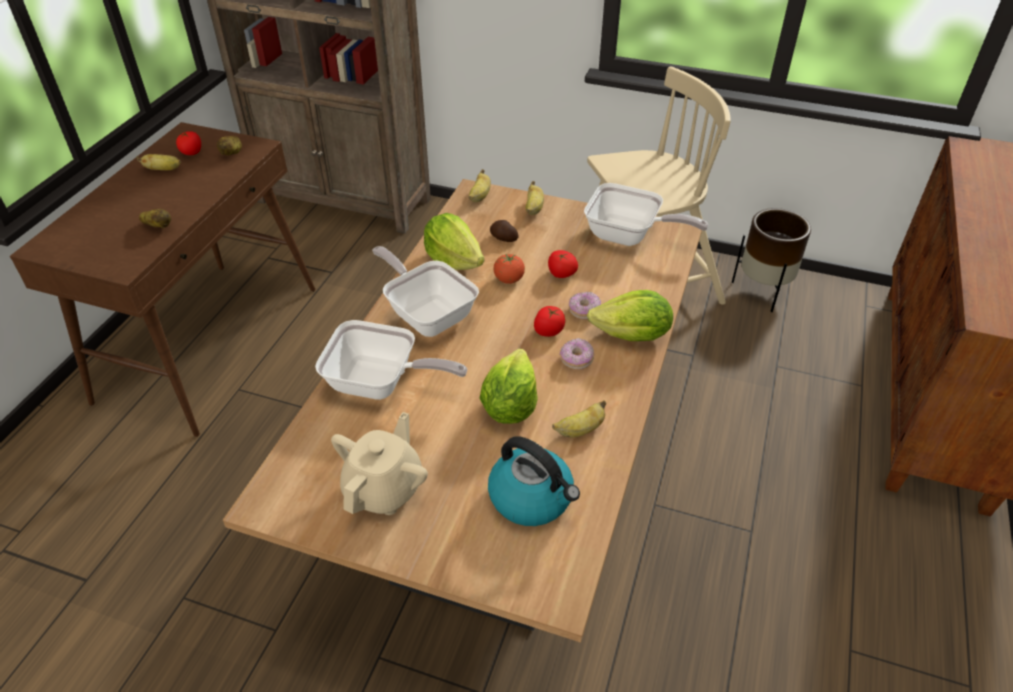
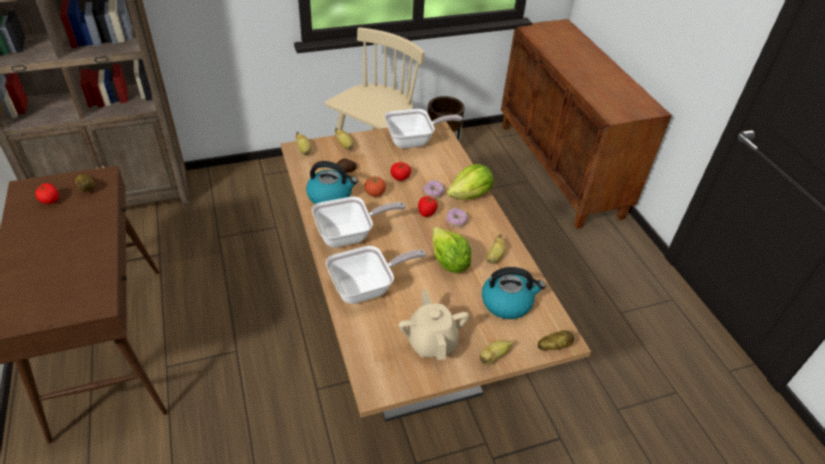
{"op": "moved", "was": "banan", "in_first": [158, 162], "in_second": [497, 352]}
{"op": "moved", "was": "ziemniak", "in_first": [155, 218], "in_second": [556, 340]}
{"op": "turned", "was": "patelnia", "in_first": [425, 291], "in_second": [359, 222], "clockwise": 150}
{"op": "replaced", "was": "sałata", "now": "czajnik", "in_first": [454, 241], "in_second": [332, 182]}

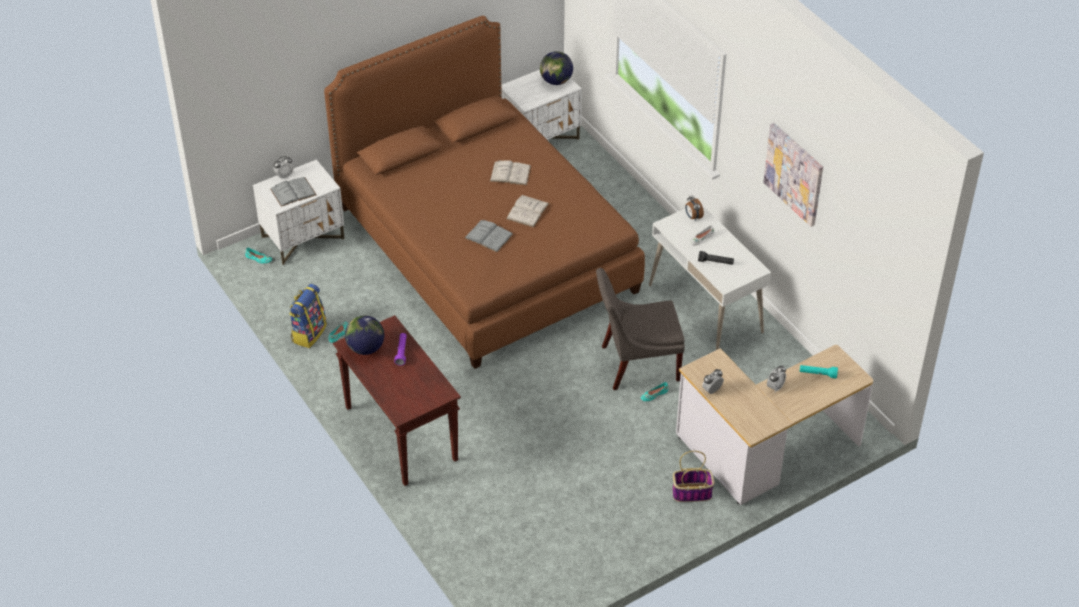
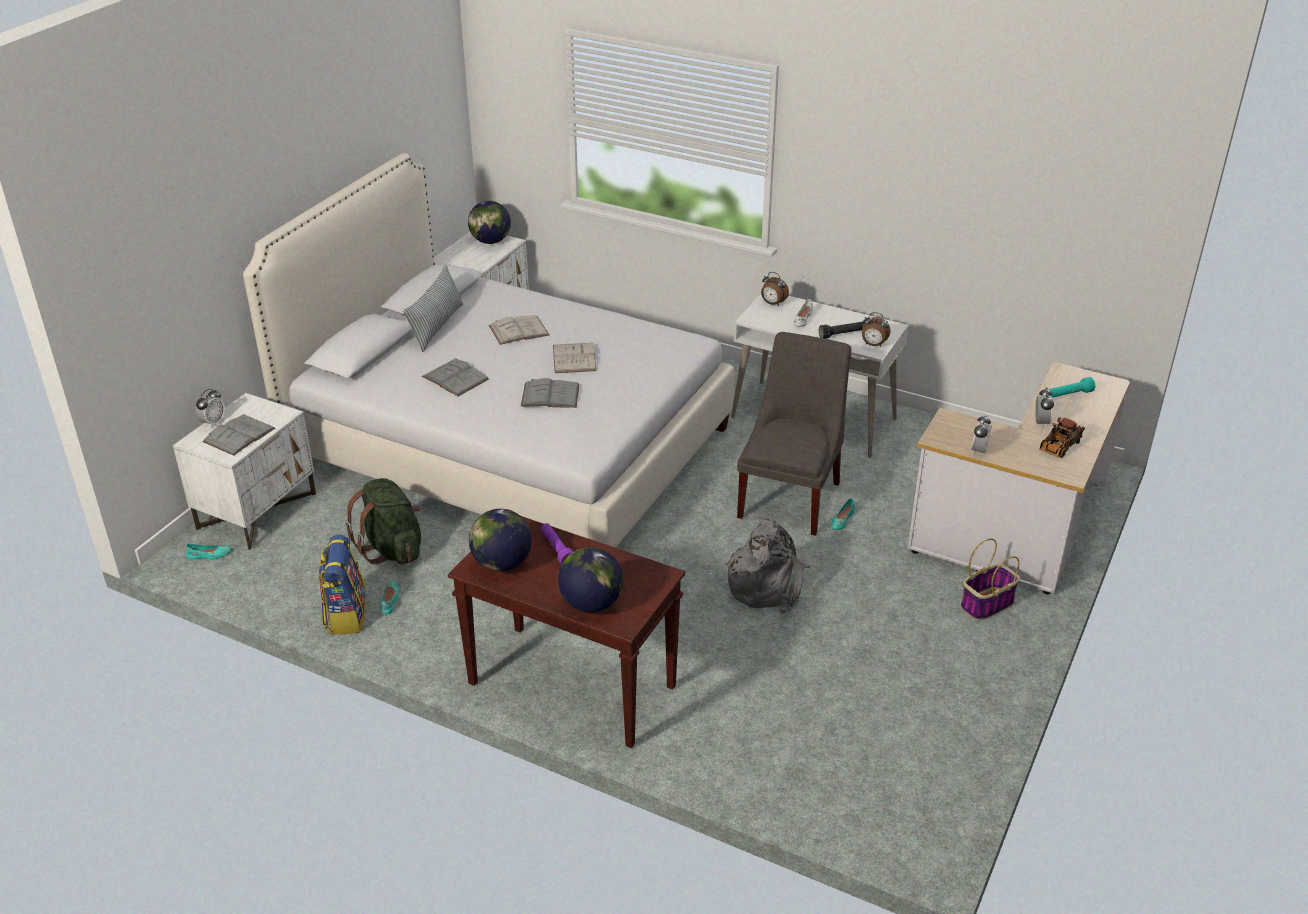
{"op": "recoloured", "was": "łóżko (brązowy)", "now": "łóżko (biały)", "in_first": [484, 192], "in_second": [488, 350]}
{"op": "turned", "was": "krzesło (szary)", "in_first": [640, 329], "in_second": [794, 434], "clockwise": 150}
{"op": "removed", "was": "obraz", "in_first": [793, 175]}
{"op": "added", "now": "plecak (zielony)", "in_second": [383, 521]}
{"op": "added", "now": "poduszka", "in_second": [433, 308]}
{"op": "added", "now": "książka (szary)", "in_second": [455, 377]}
{"op": "added", "now": "globus", "in_second": [590, 580]}
{"op": "added", "now": "plecak (szary)", "in_second": [768, 566]}
{"op": "added", "now": "budzik", "in_second": [876, 329]}
{"op": "added", "now": "ciężarówka zabawkowa", "in_second": [1062, 437]}

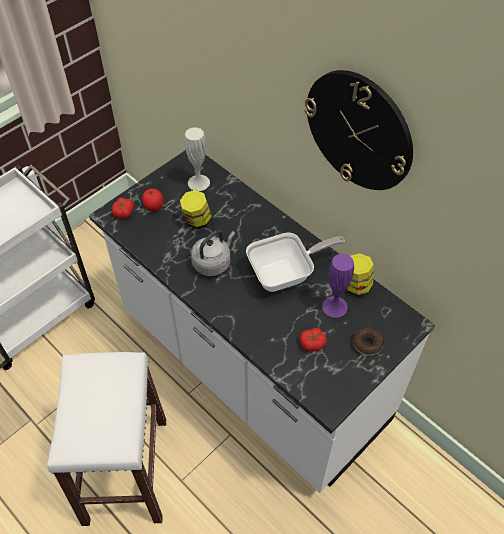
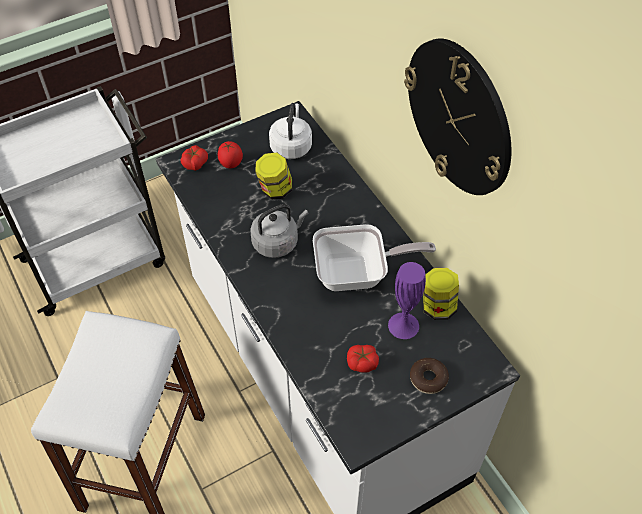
{"op": "replaced", "was": "wazon (biały)", "now": "czajnik (biały)", "in_first": [197, 159], "in_second": [290, 131]}

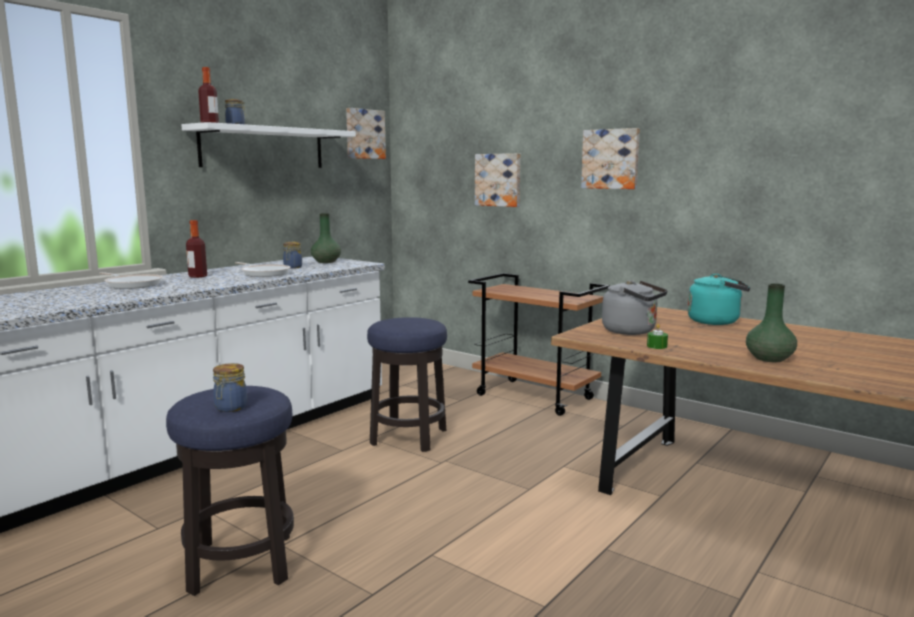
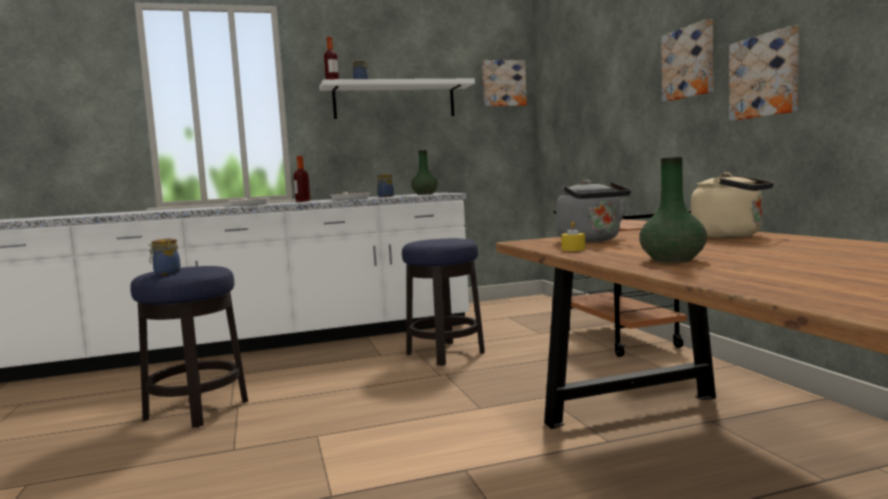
{"op": "moved", "was": "obraz", "in_first": [497, 180], "in_second": [764, 73]}
{"op": "recoloured", "was": "świeca (zielony)", "now": "świeca (żółty)", "in_first": [657, 336], "in_second": [573, 236]}
{"op": "recoloured", "was": "czajnik (turkusowy)", "now": "czajnik (beżowy)", "in_first": [718, 299], "in_second": [732, 205]}

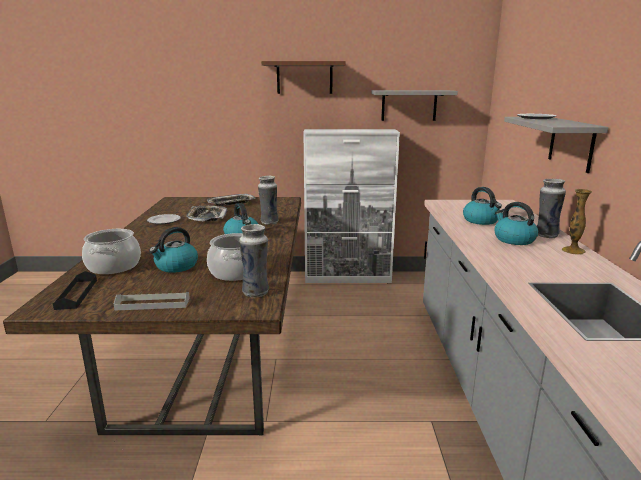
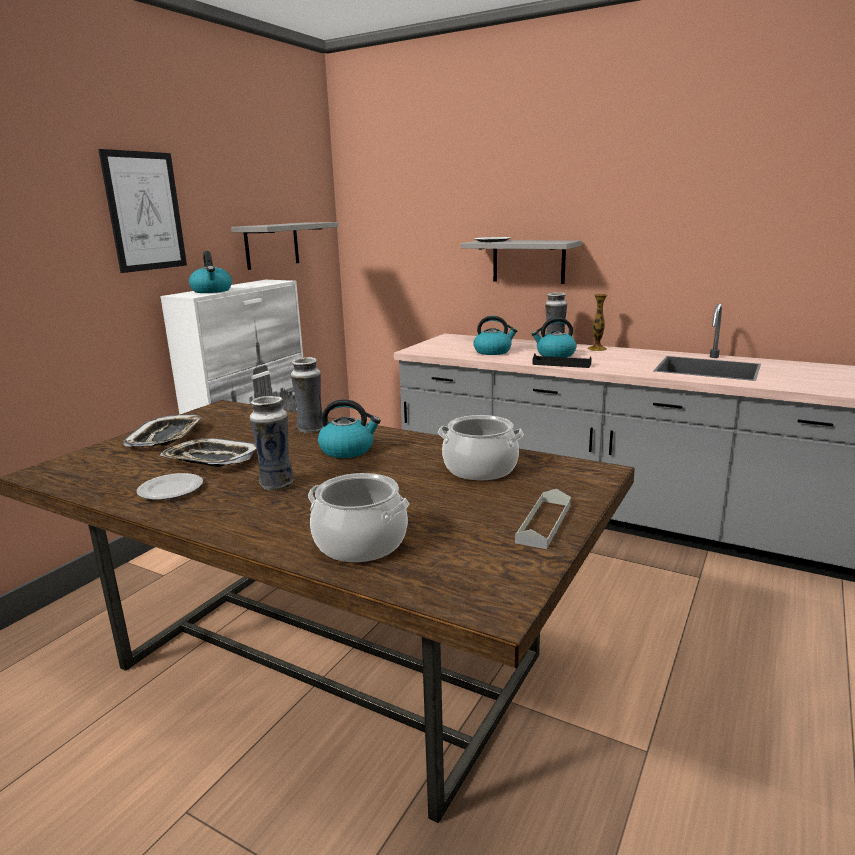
{"op": "moved", "was": "taca (czarny)", "in_first": [75, 290], "in_second": [562, 360]}
{"op": "moved", "was": "czajnik", "in_first": [173, 250], "in_second": [210, 272]}
{"op": "moved", "was": "wazon", "in_first": [254, 261], "in_second": [272, 443]}
{"op": "replaced", "was": "półka (brązowy)", "now": "obraz", "in_first": [303, 77], "in_second": [142, 211]}

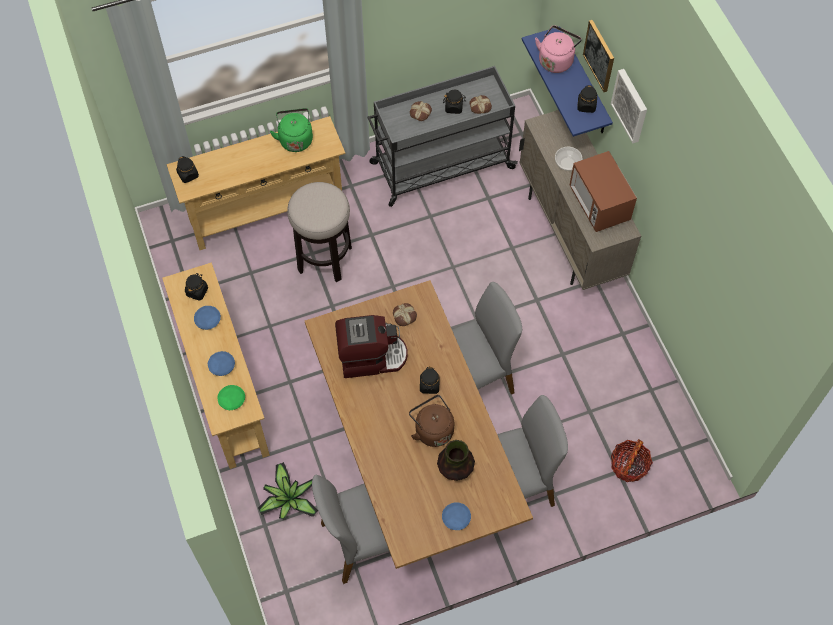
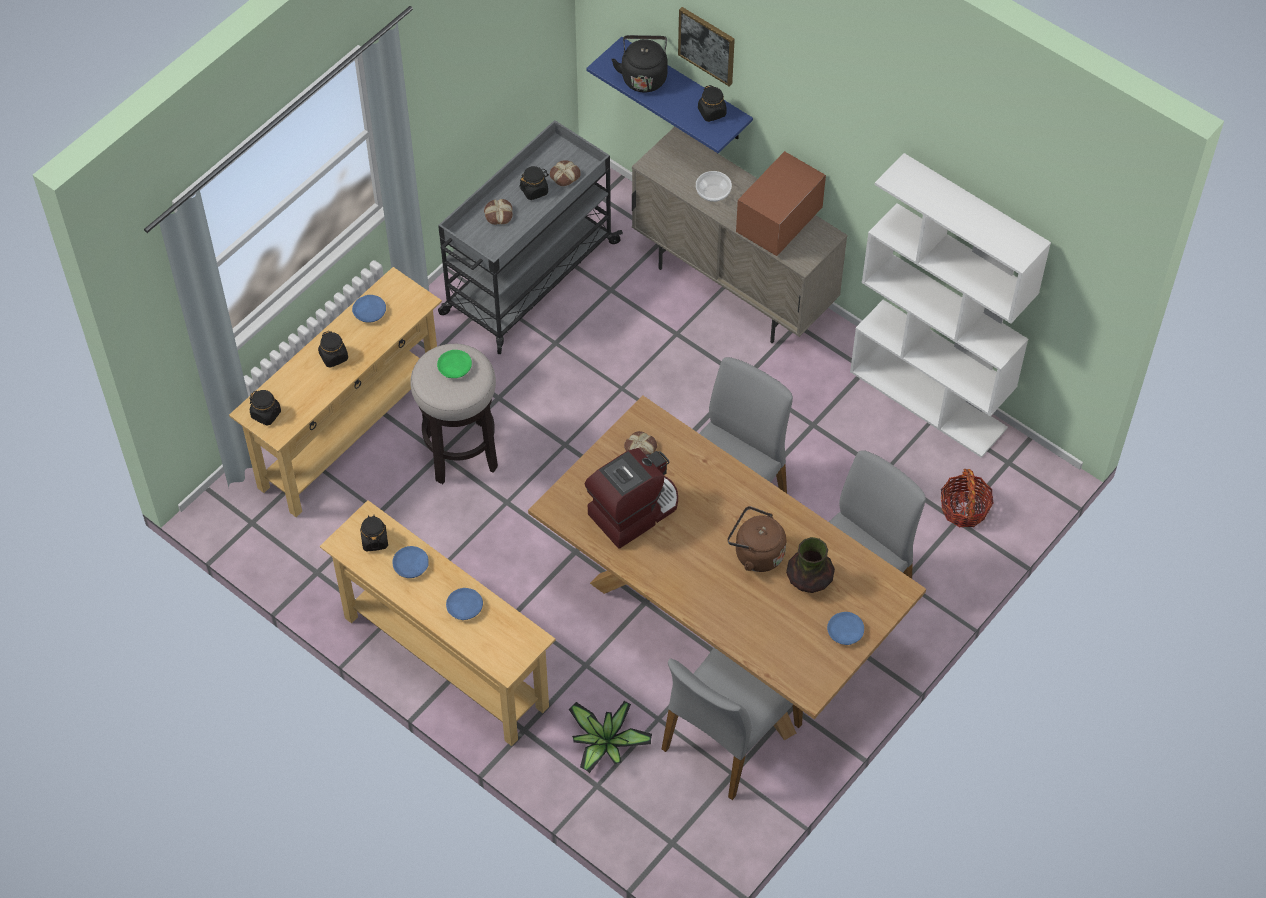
{"op": "moved", "was": "talerz (zielony)", "in_first": [231, 397], "in_second": [454, 364]}
{"op": "replaced", "was": "czajnik (zielony)", "now": "talerz (niebieski)", "in_first": [291, 130], "in_second": [369, 309]}
{"op": "moved", "was": "słoik (czarny)", "in_first": [430, 380], "in_second": [333, 349]}
{"op": "recoloured", "was": "czajnik (różowy)", "now": "czajnik (czarny)", "in_first": [558, 49], "in_second": [639, 64]}
{"op": "turned", "was": "mikrofalówka", "in_first": [603, 191], "in_second": [781, 203], "clockwise": 90}
{"op": "removed", "was": "obraz", "in_first": [629, 106]}
{"op": "added", "now": "regał (biały)", "in_second": [950, 305]}

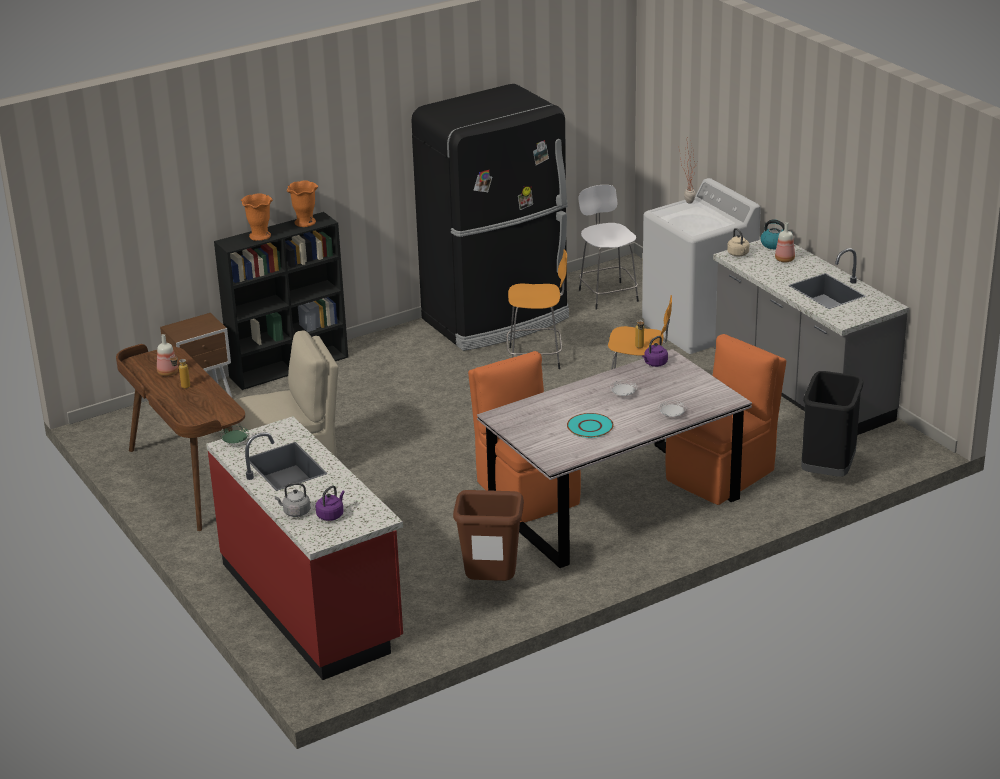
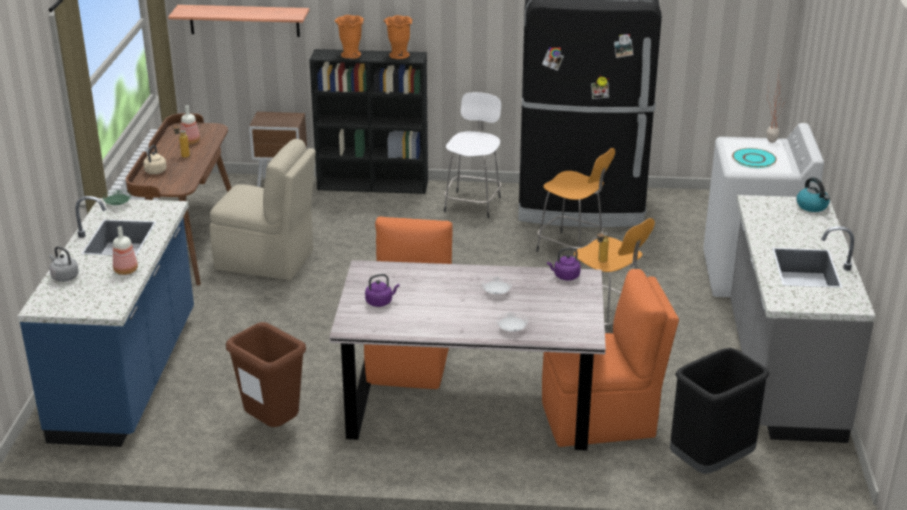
{"op": "recoloured", "was": "zabudowa kuchenna (czerwony)", "now": "zabudowa kuchenna (niebieski)", "in_first": [304, 548], "in_second": [106, 321]}
{"op": "moved", "was": "czajnik (fioletowy)", "in_first": [330, 503], "in_second": [382, 290]}
{"op": "moved", "was": "talerz (turkusowy)", "in_first": [590, 425], "in_second": [754, 158]}
{"op": "moved", "was": "stołek (biały)", "in_first": [609, 247], "in_second": [472, 155]}
{"op": "moved", "was": "czajnik (beżowy)", "in_first": [738, 242], "in_second": [155, 159]}
{"op": "moved", "was": "butelka", "in_first": [785, 242], "in_second": [125, 250]}
{"op": "added", "now": "półka", "in_second": [238, 21]}

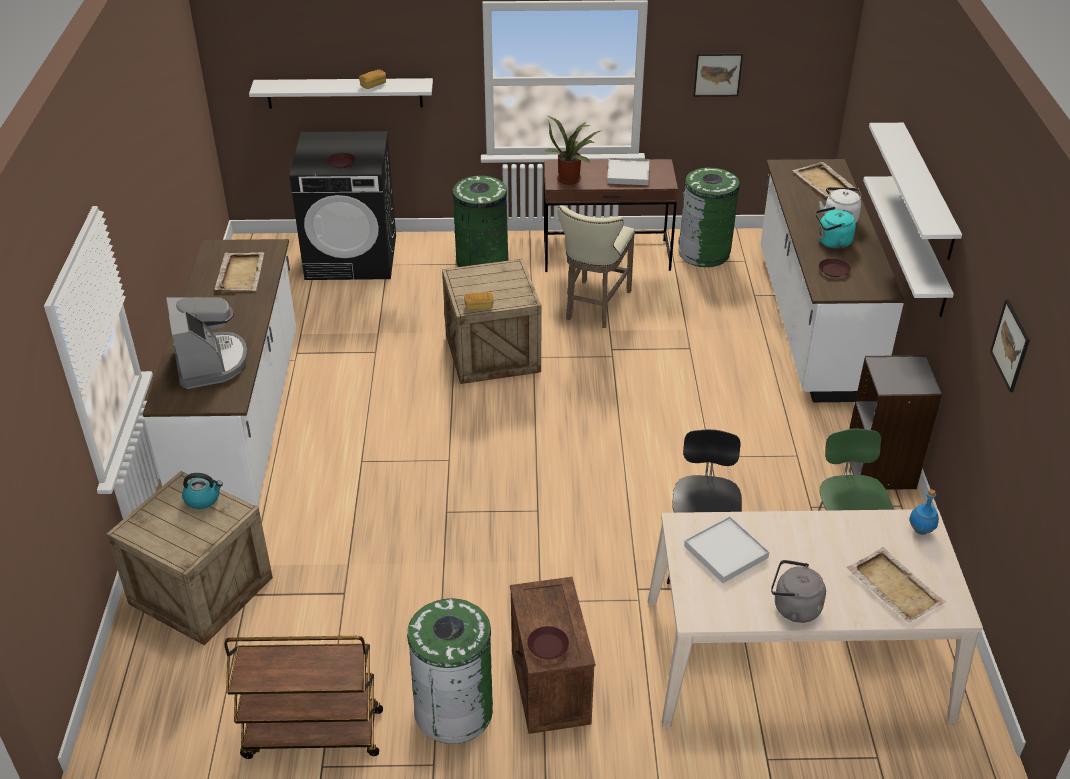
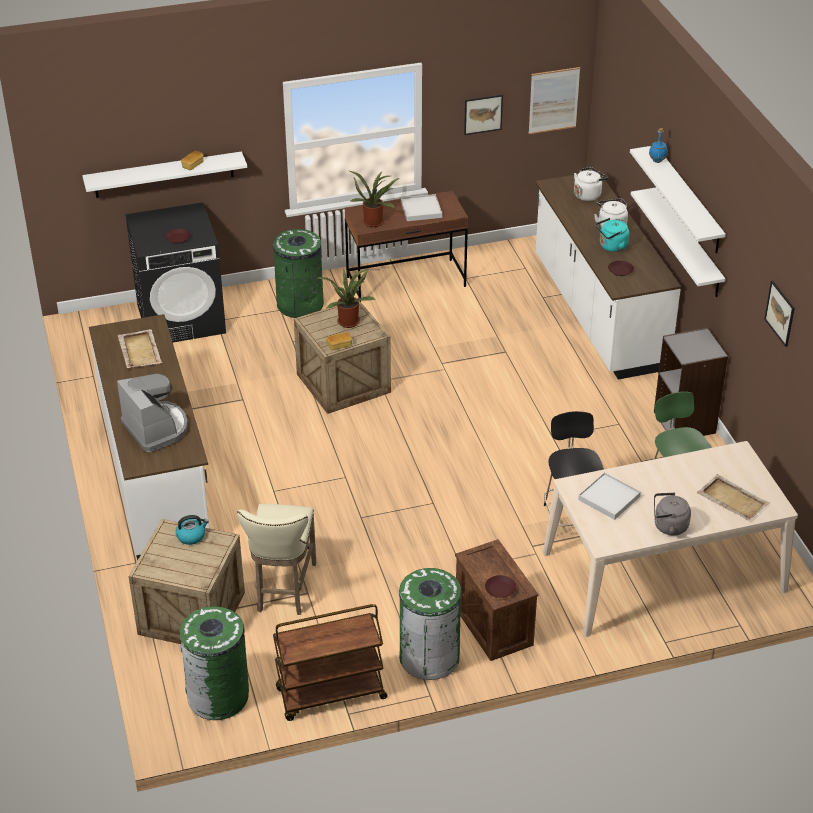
{"op": "moved", "was": "stołek (beżowy)", "in_first": [596, 266], "in_second": [276, 559]}
{"op": "moved", "was": "kosz na śmieci (zielony)", "in_first": [709, 217], "in_second": [214, 663]}
{"op": "replaced", "was": "taca (beżowy)", "now": "czajnik (biały)", "in_first": [823, 179], "in_second": [591, 184]}
{"op": "moved", "was": "butelka (niebieski)", "in_first": [924, 512], "in_second": [658, 145]}
{"op": "added", "now": "roślina doniczkowa", "in_second": [346, 298]}
{"op": "added", "now": "obraz", "in_second": [554, 100]}

